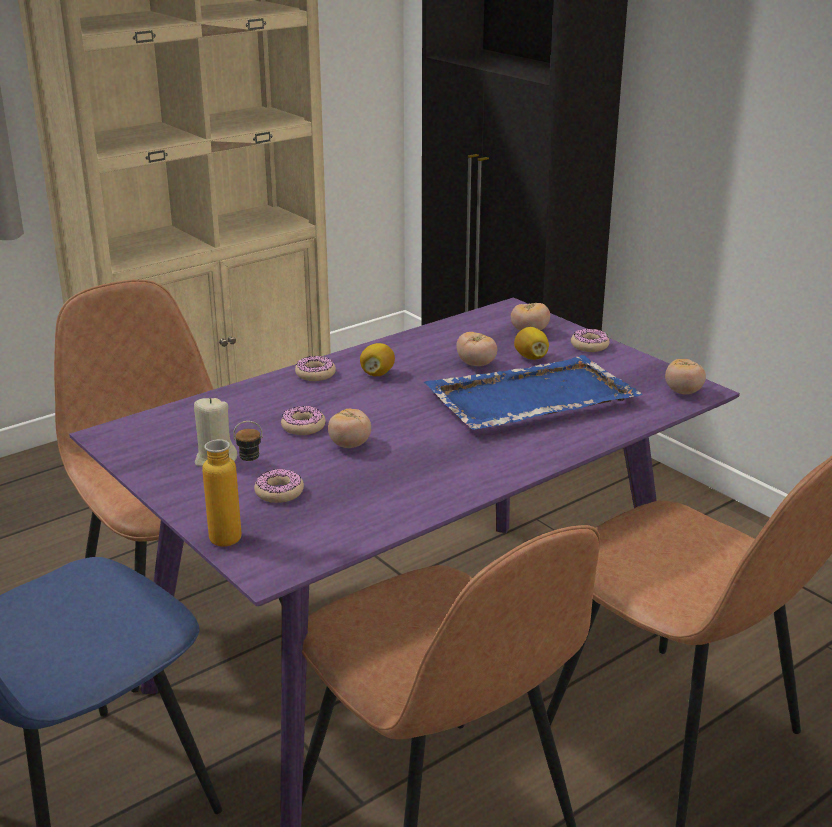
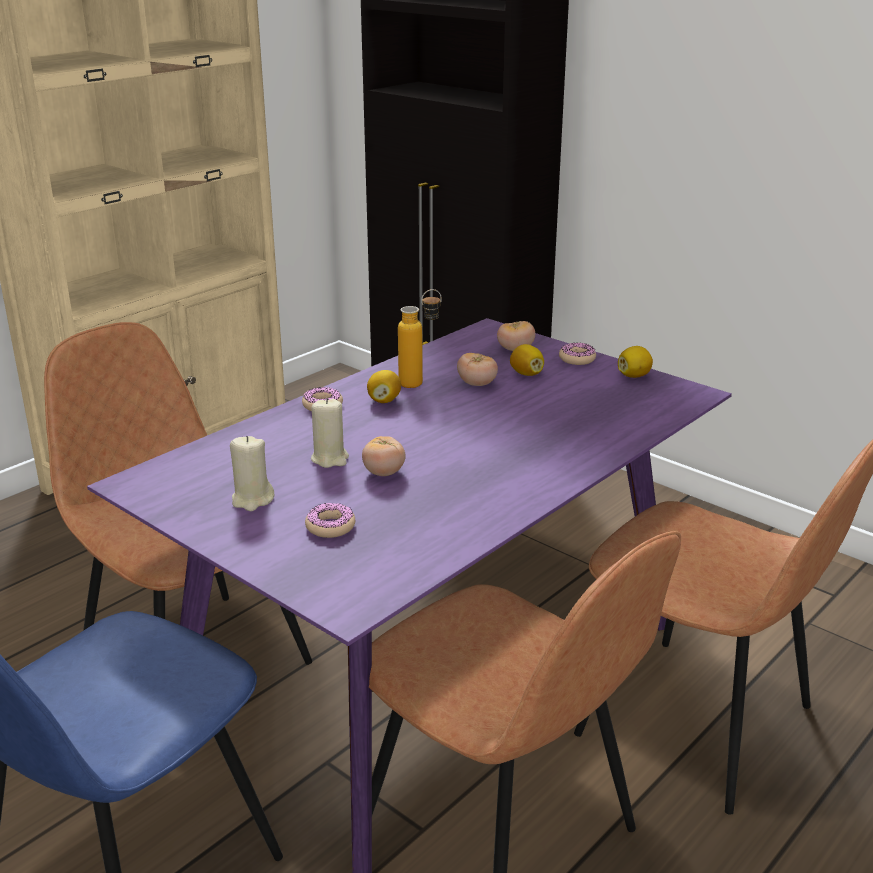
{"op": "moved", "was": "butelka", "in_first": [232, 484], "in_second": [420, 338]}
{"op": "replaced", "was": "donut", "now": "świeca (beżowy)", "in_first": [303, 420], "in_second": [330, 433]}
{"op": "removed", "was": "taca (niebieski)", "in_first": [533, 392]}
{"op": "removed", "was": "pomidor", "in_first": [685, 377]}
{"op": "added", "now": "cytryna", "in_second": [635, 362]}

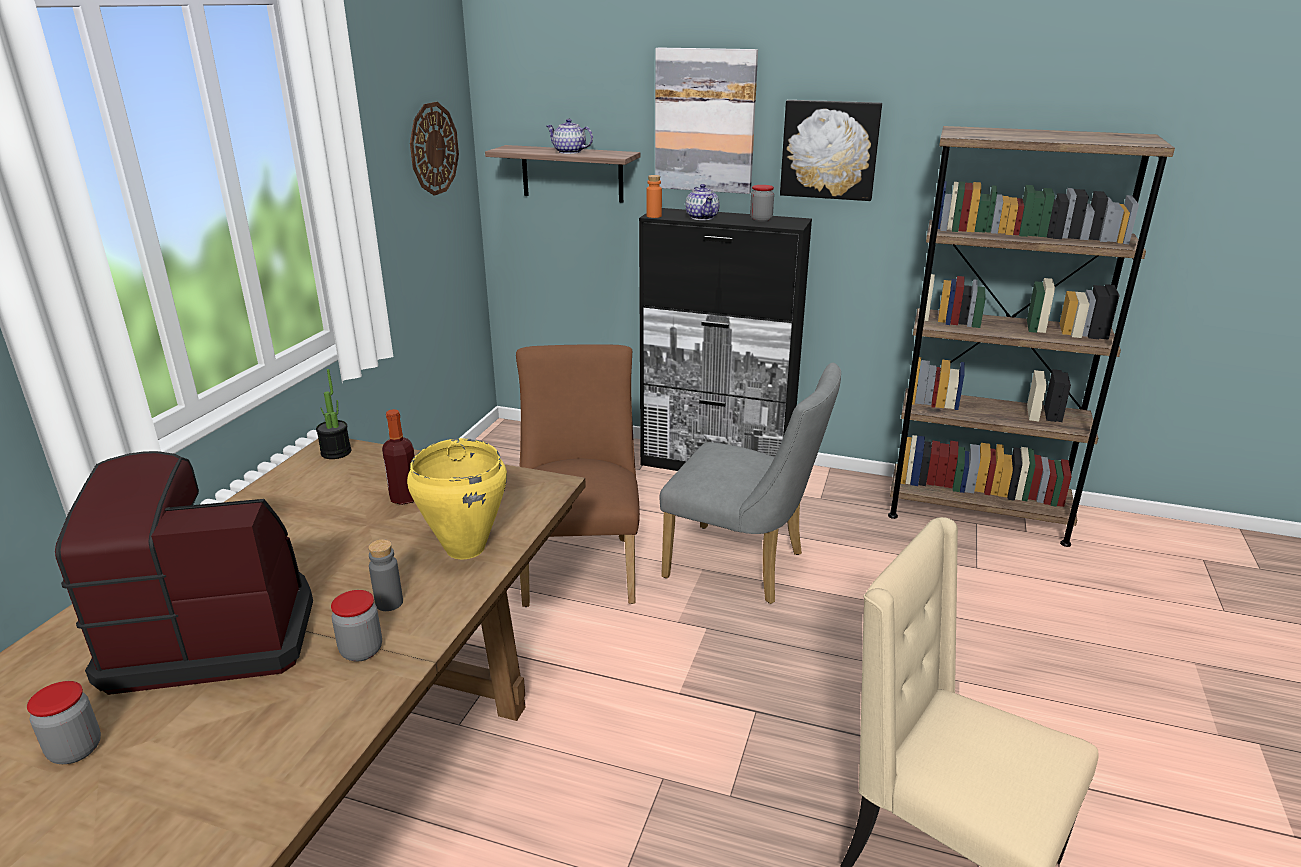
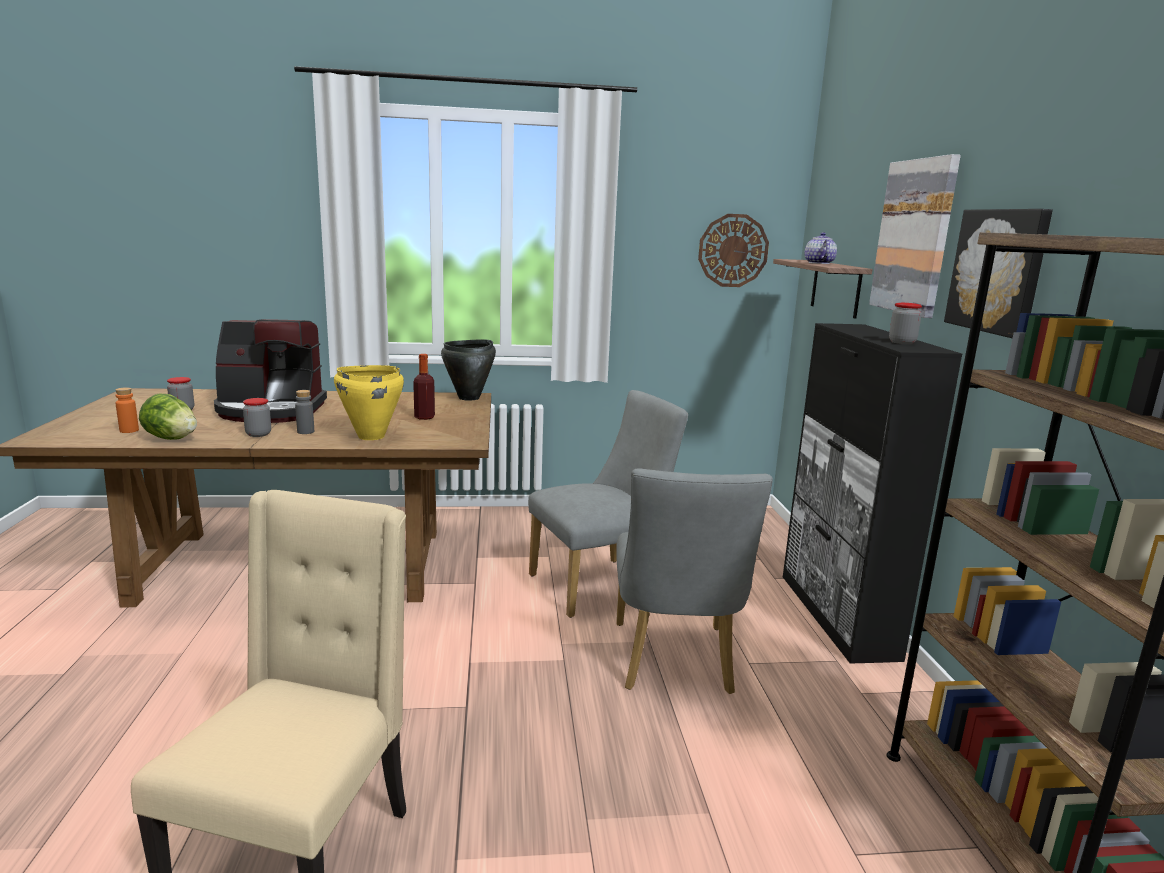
{"op": "turned", "was": "ekspres do kawy", "in_first": [184, 573], "in_second": [270, 371], "clockwise": 120}
{"op": "replaced", "was": "roślina doniczkowa", "now": "garnek (czarny)", "in_first": [333, 414], "in_second": [468, 370]}
{"op": "recoloured", "was": "krzesło (brązowy)", "now": "krzesło (szary)", "in_first": [578, 475], "in_second": [608, 504]}
{"op": "moved", "was": "butelka (pomarańczowy)", "in_first": [654, 196], "in_second": [127, 410]}
{"op": "removed", "was": "imbryk", "in_first": [702, 202]}
{"op": "added", "now": "sałata", "in_second": [168, 416]}

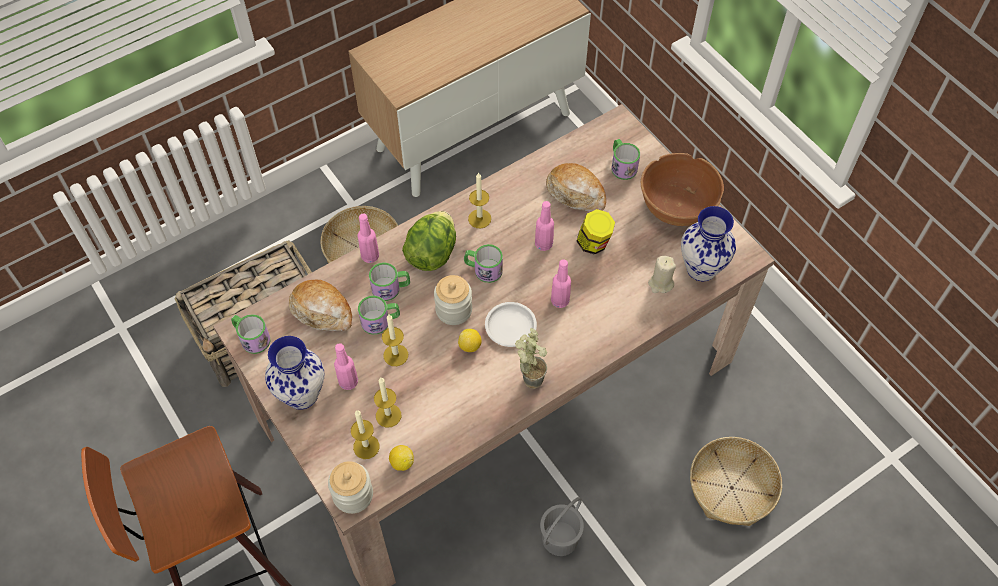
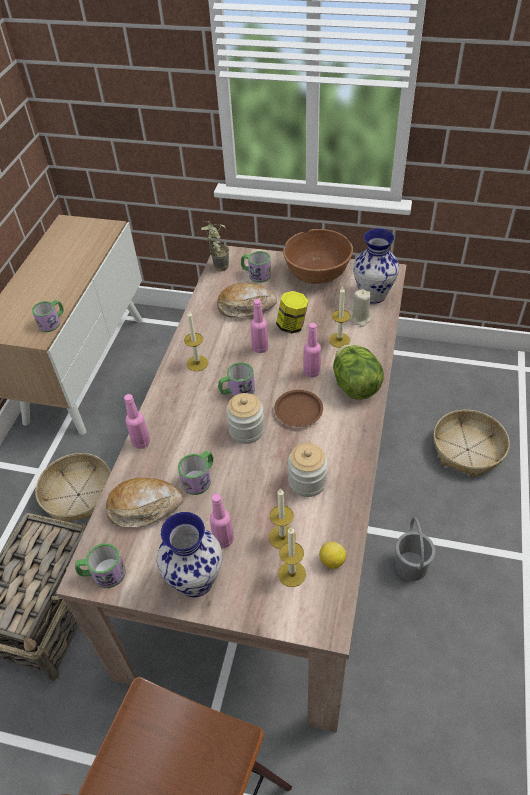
{"op": "moved", "was": "słoik", "in_first": [350, 487], "in_second": [308, 470]}
{"op": "moved", "was": "kubek", "in_first": [389, 282], "in_second": [48, 316]}
{"op": "moved", "was": "świeca", "in_first": [395, 340], "in_second": [339, 317]}
{"op": "moved", "was": "sałata", "in_first": [429, 241], "in_second": [358, 372]}
{"op": "removed", "was": "cytryna", "in_first": [470, 340]}
{"op": "recoloured", "was": "talerz (biały)", "now": "talerz (brązowy)", "in_first": [511, 324], "in_second": [298, 408]}
{"op": "moved", "was": "roślina doniczkowa", "in_first": [531, 358], "in_second": [215, 246]}

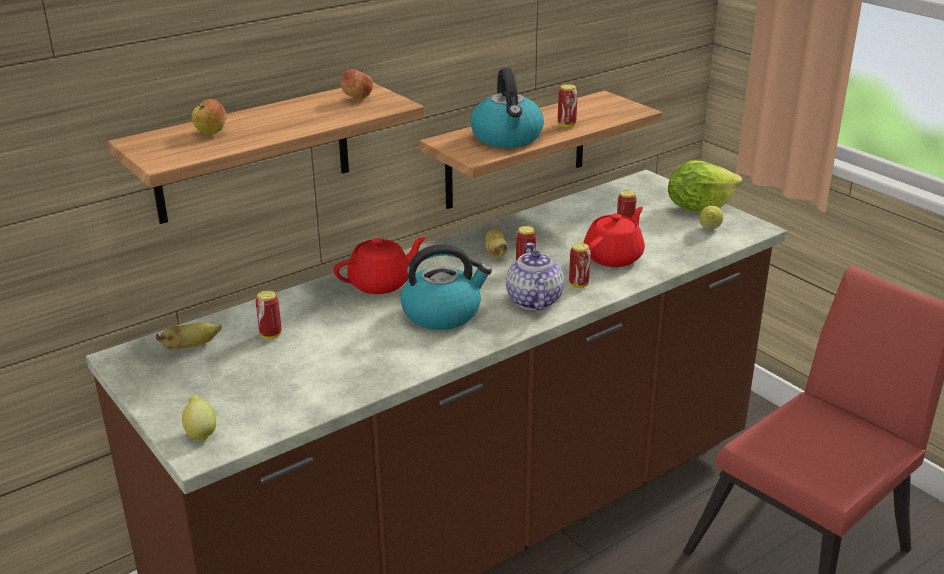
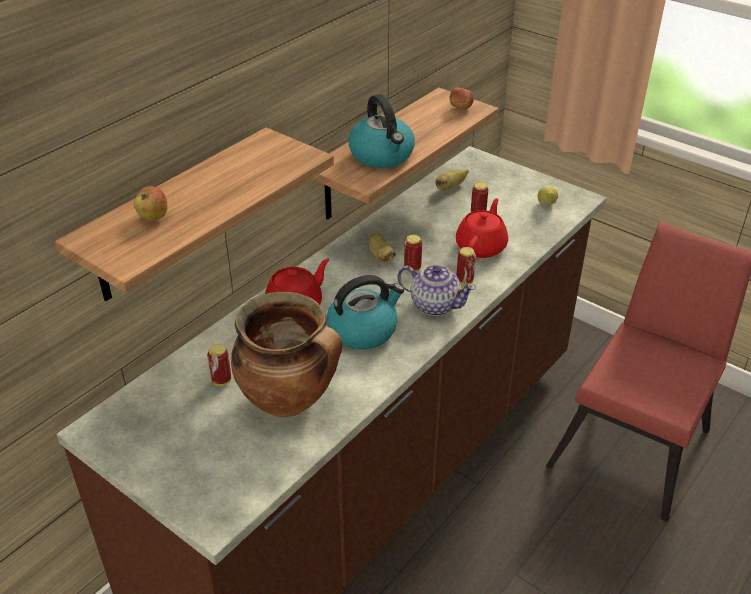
{"op": "moved", "was": "banan", "in_first": [189, 336], "in_second": [452, 179]}
{"op": "removed", "was": "cytryna", "in_first": [199, 418]}
{"op": "moved", "was": "jabłko", "in_first": [357, 84], "in_second": [461, 98]}
{"op": "turned", "was": "imbryk", "in_first": [535, 276], "in_second": [437, 290], "clockwise": 135}
{"op": "removed", "was": "puszka", "in_first": [568, 106]}
{"op": "removed", "was": "sałata", "in_first": [705, 186]}
{"op": "added", "now": "garnek", "in_second": [287, 354]}

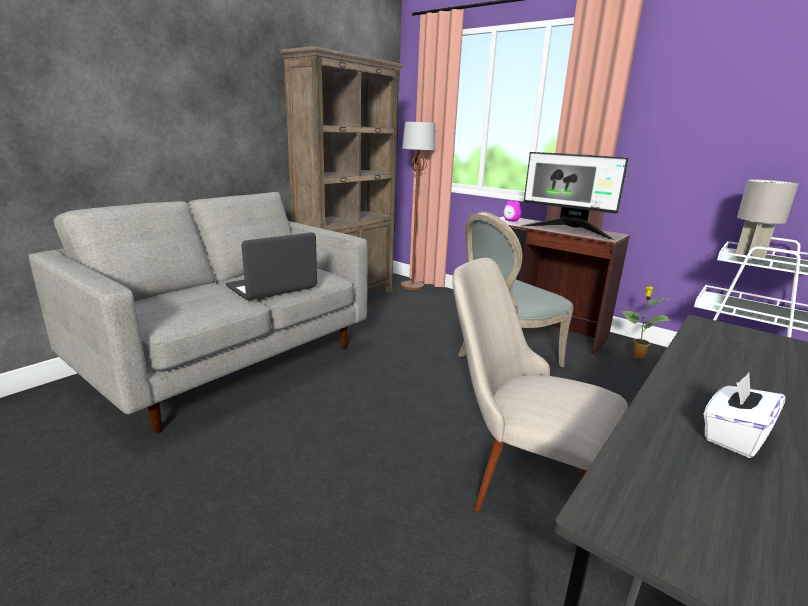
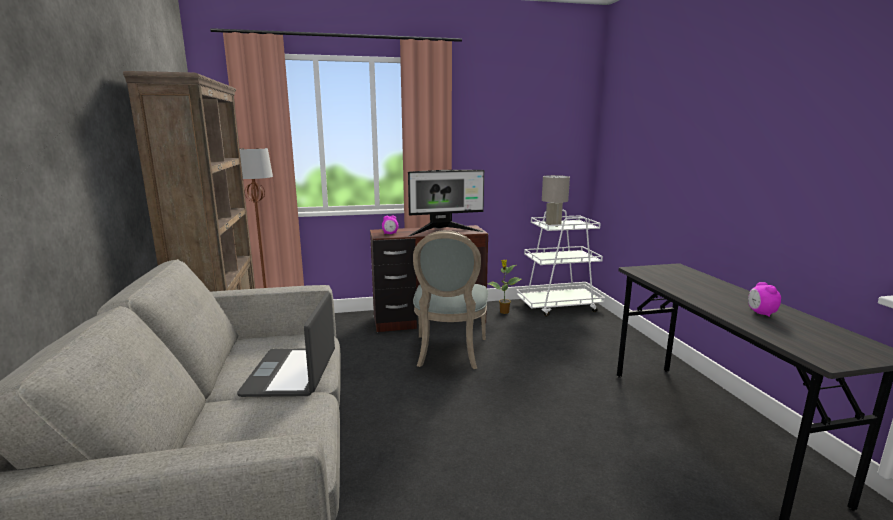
{"op": "removed", "was": "krzesło (beżowy)", "in_first": [540, 385]}
{"op": "replaced", "was": "pudełko chusteczek (biały)", "now": "budzik", "in_first": [744, 415], "in_second": [764, 299]}

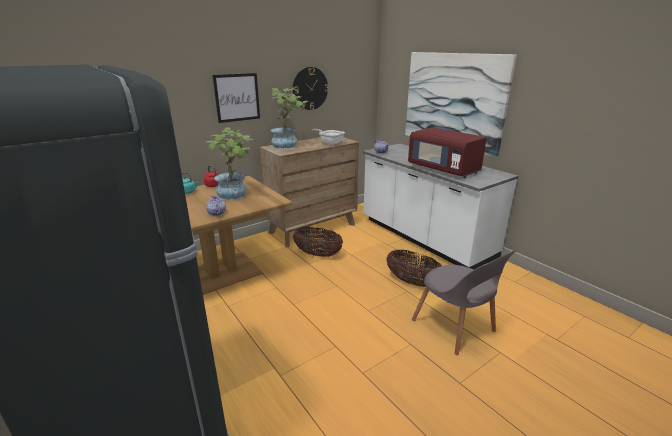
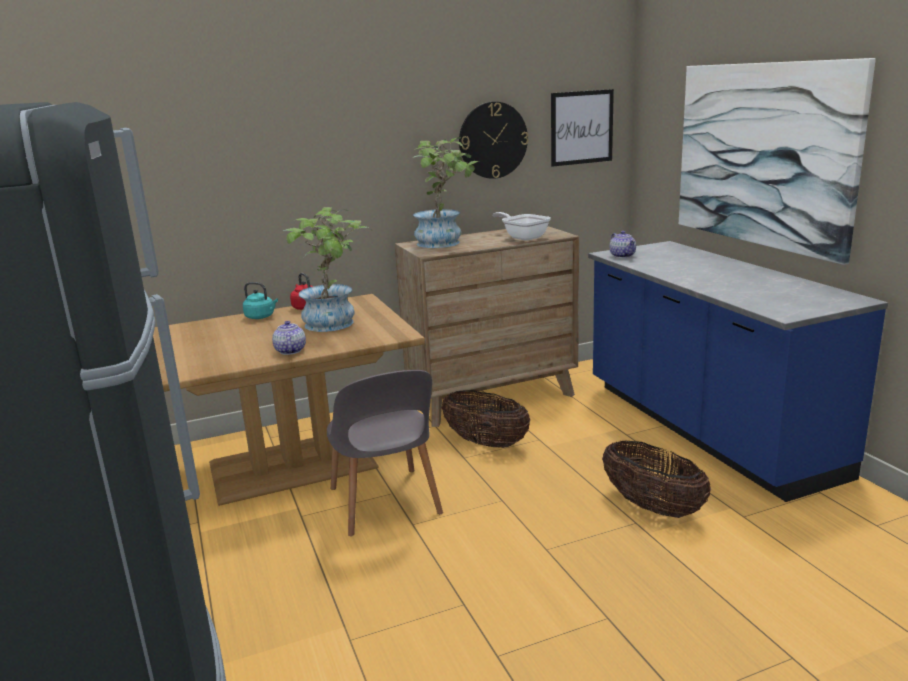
{"op": "moved", "was": "obraz", "in_first": [236, 98], "in_second": [582, 128]}
{"op": "recoloured", "was": "zabudowa kuchenna (biały)", "now": "zabudowa kuchenna (niebieski)", "in_first": [440, 206], "in_second": [738, 371]}
{"op": "removed", "was": "mikrofalówka (czerwony)", "in_first": [447, 152]}
{"op": "moved", "was": "krzesło (szary)", "in_first": [464, 302], "in_second": [385, 453]}

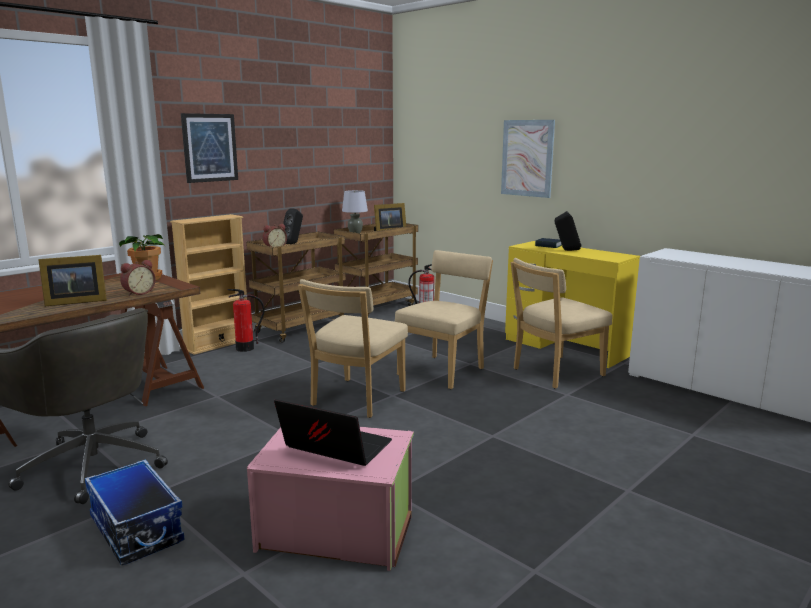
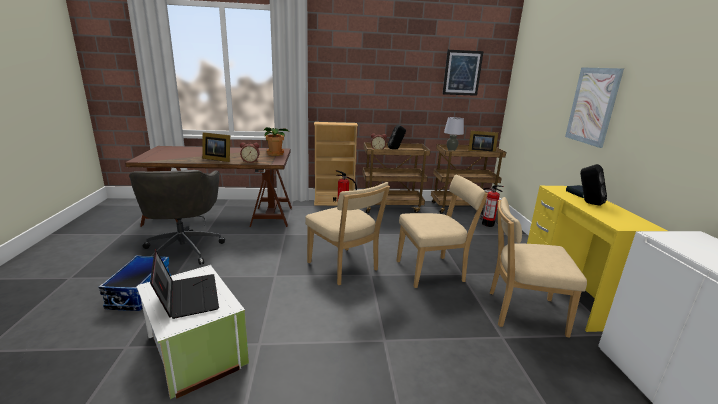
{"op": "moved", "was": "obraz", "in_first": [209, 148], "in_second": [462, 73]}
{"op": "recoloured", "was": "pojemnik do przechowywania (różowy)", "now": "pojemnik do przechowywania (biały)", "in_first": [330, 499], "in_second": [193, 332]}
{"op": "turned", "was": "krzesło (beżowy)", "in_first": [353, 348], "in_second": [347, 233], "clockwise": -105}

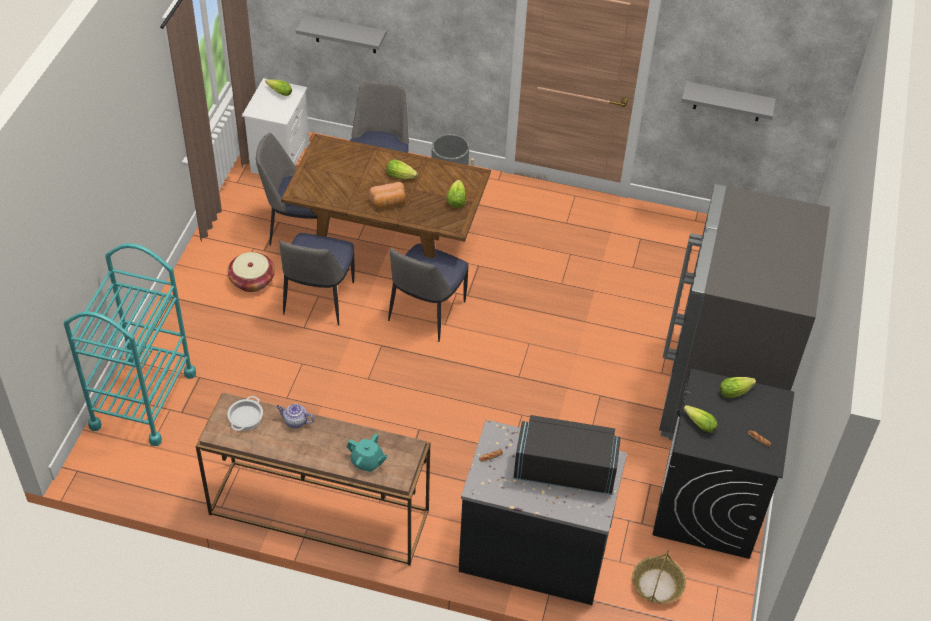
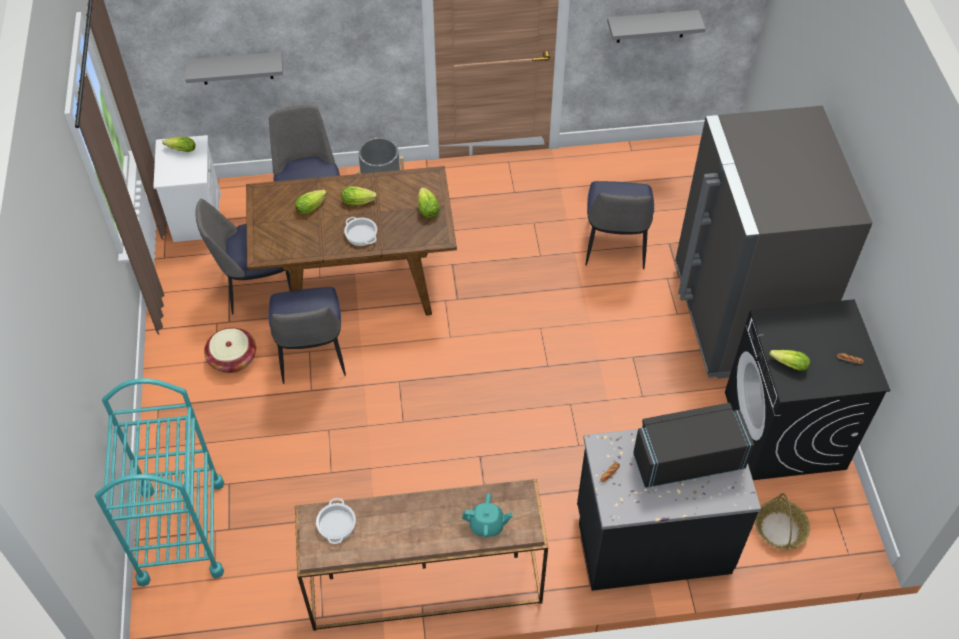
{"op": "removed", "was": "imbryk", "in_first": [295, 416]}
{"op": "replaced", "was": "chleb", "now": "garnek", "in_first": [387, 195], "in_second": [360, 231]}
{"op": "moved", "was": "krzesło", "in_first": [428, 293], "in_second": [619, 225]}
{"op": "moved", "was": "sałata", "in_first": [738, 387], "in_second": [311, 202]}

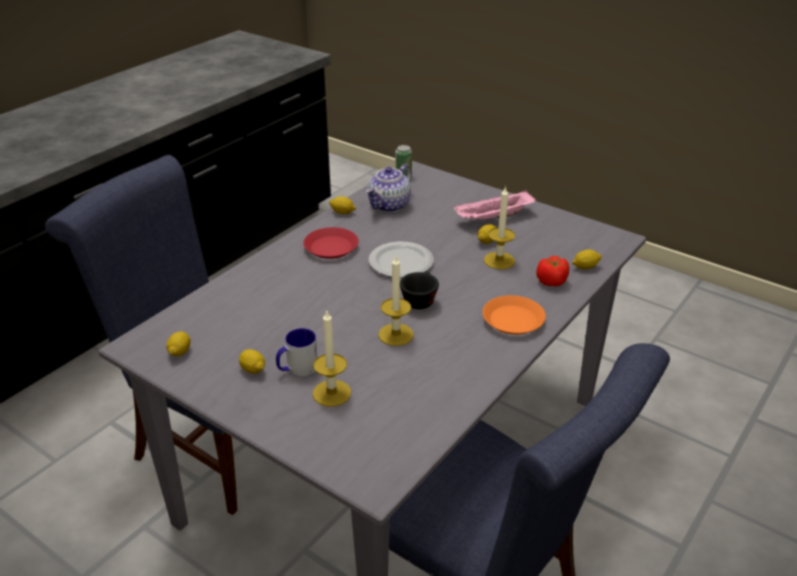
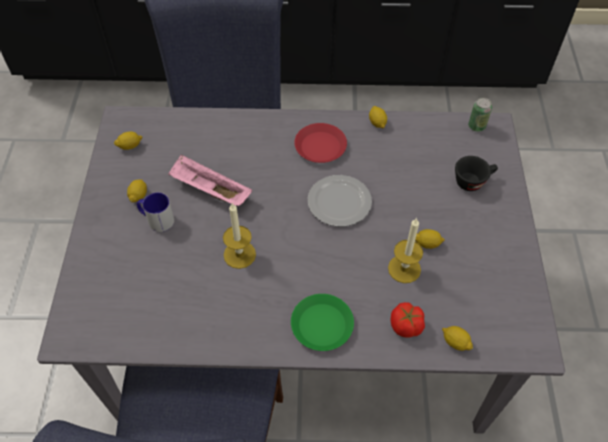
{"op": "removed", "was": "świeca", "in_first": [332, 358]}
{"op": "removed", "was": "imbryk", "in_first": [388, 188]}
{"op": "moved", "was": "filiżanka (czarny)", "in_first": [419, 290], "in_second": [476, 173]}
{"op": "moved", "was": "taca (różowy)", "in_first": [494, 205], "in_second": [210, 180]}
{"op": "recoloured", "was": "talerz (pomarańczowy)", "now": "talerz (zielony)", "in_first": [514, 315], "in_second": [322, 322]}

